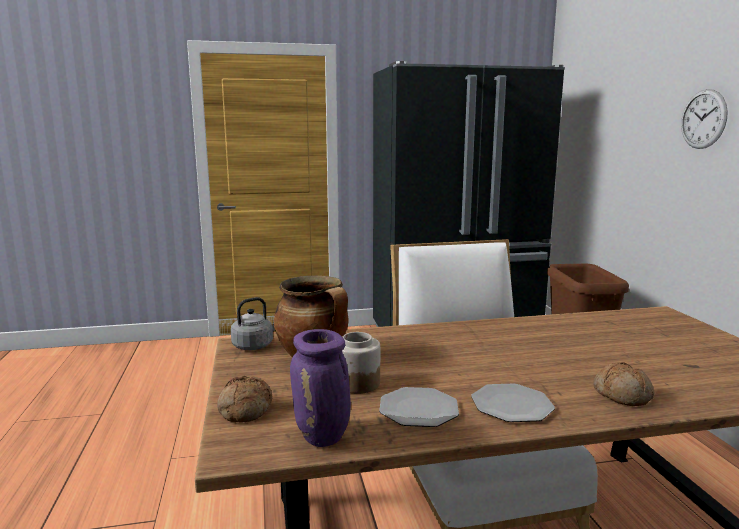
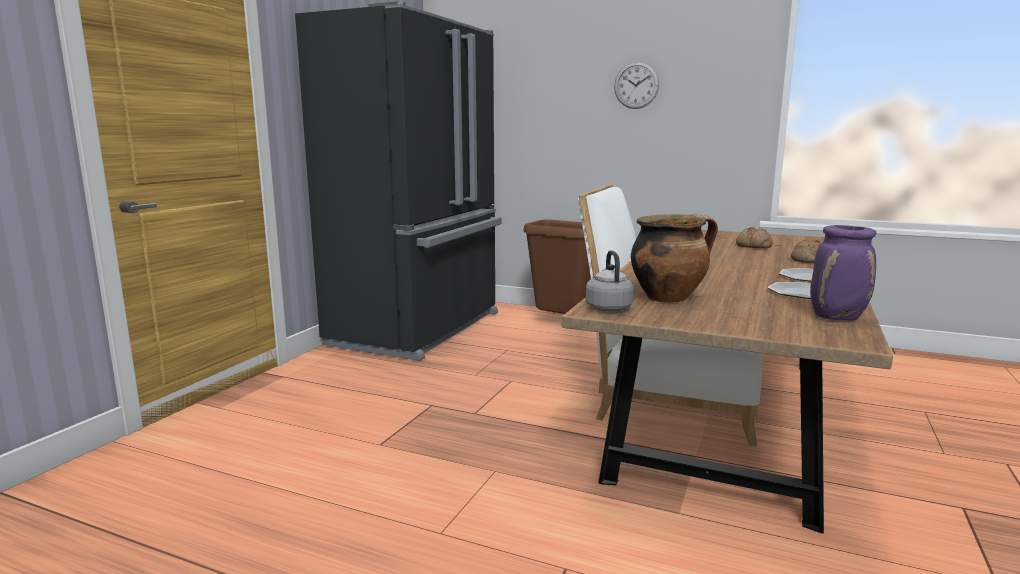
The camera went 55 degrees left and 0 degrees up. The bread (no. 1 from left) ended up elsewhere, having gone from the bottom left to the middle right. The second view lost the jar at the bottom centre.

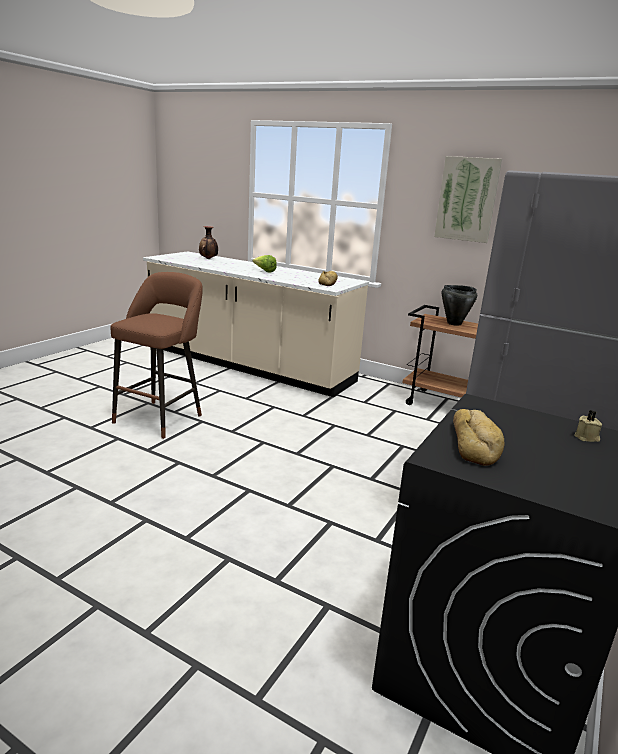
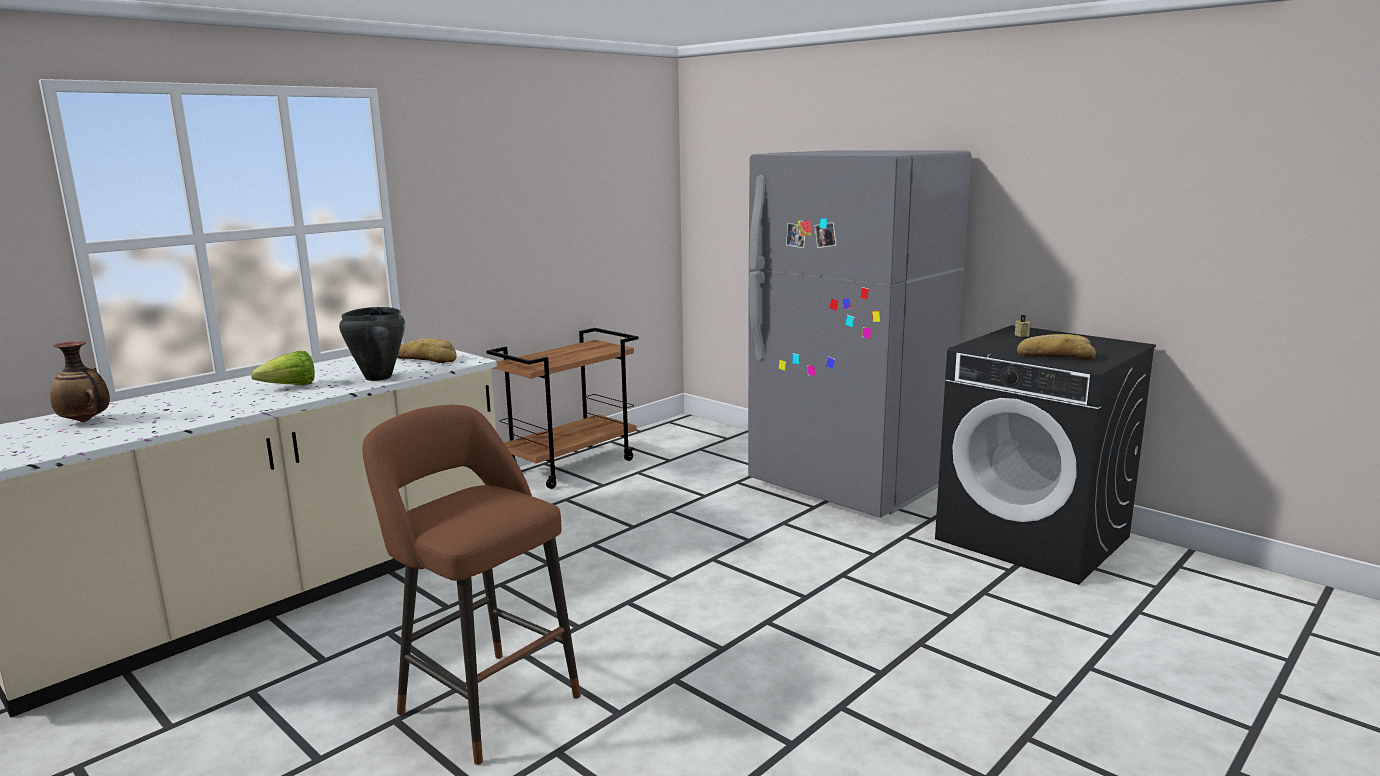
The camera went 75 degrees left and 5 degrees down. The cooking pot (black) ended up elsewhere, having gone from the middle right to the middle left. The second view lost the picture at the top right.

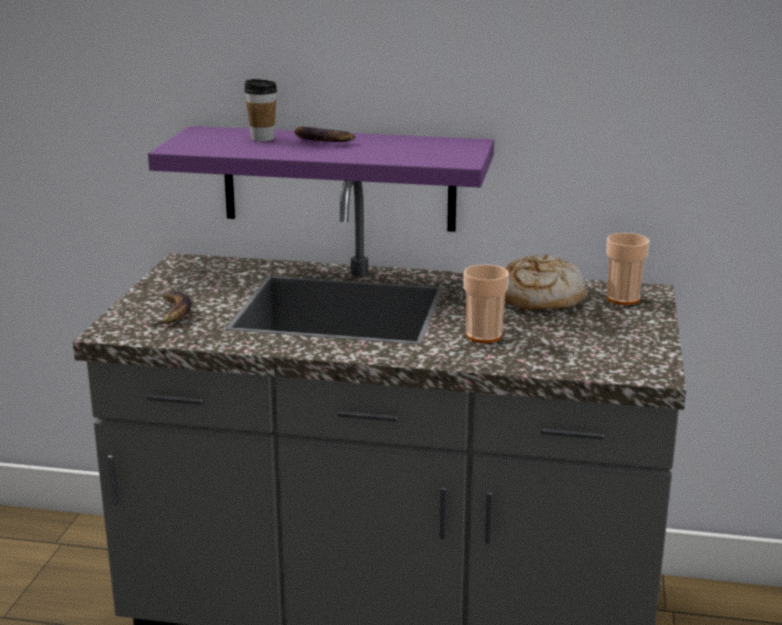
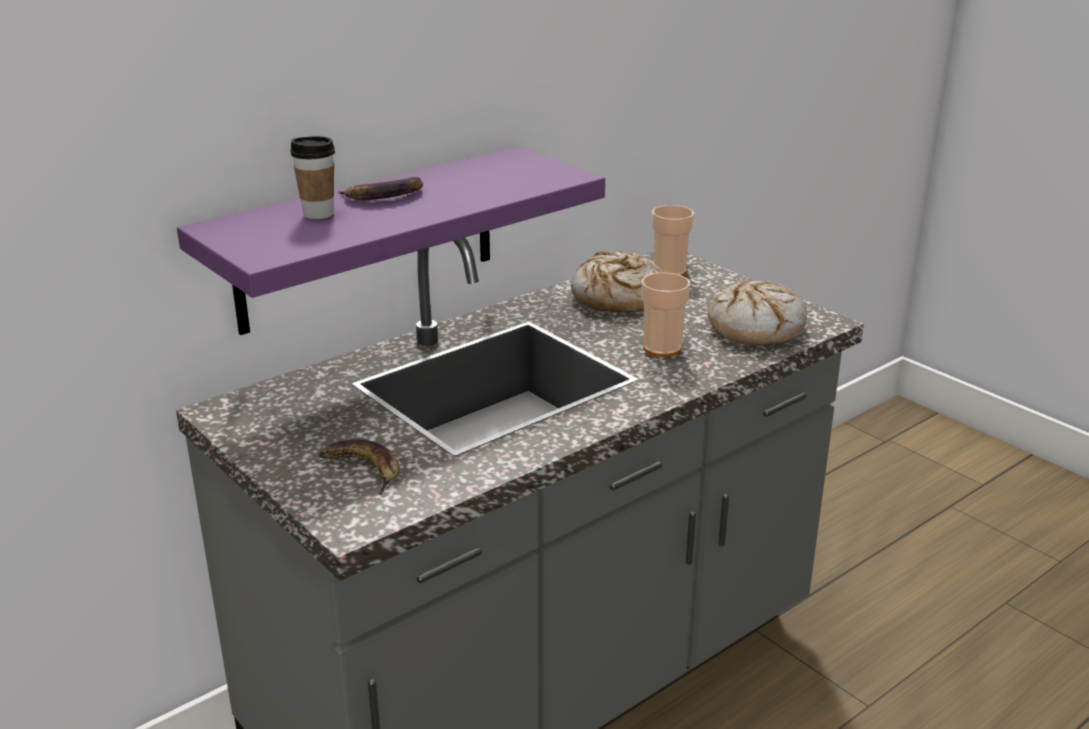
The camera went 50 degrees left and 5 degrees up. The second view gained the bread (no. 2 from left) at the middle right.

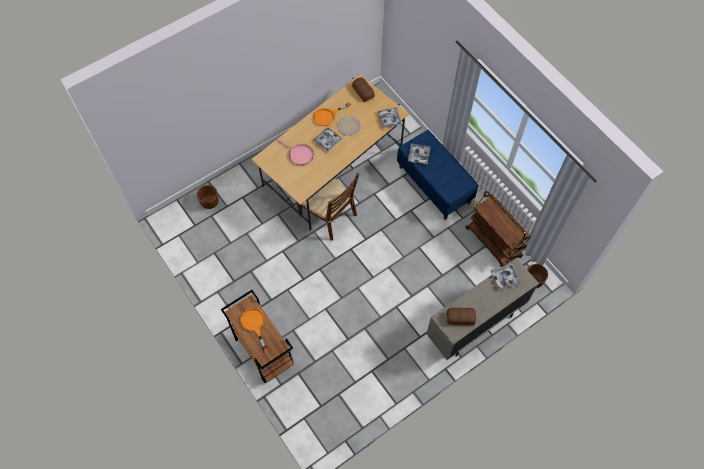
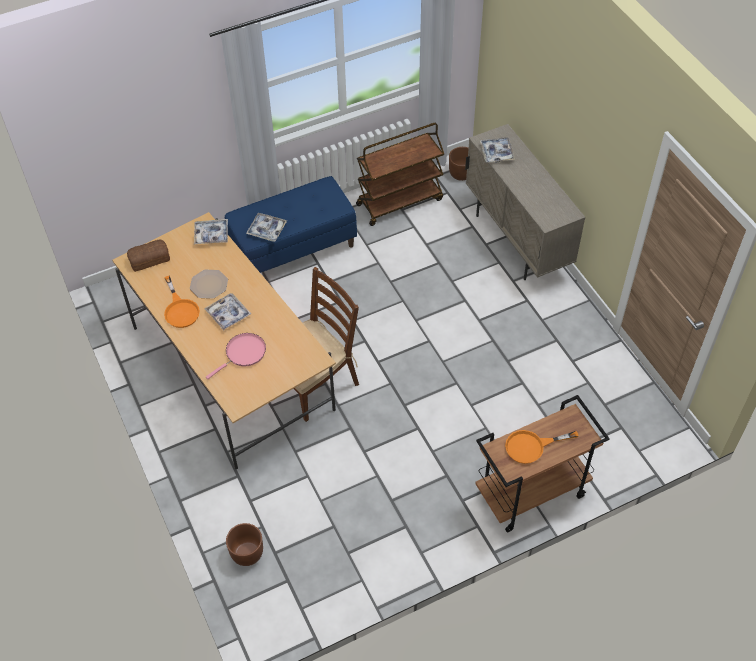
The camera went 80 degrees left and 10 degrees down. The second view lost the bread (no. 2 from left) at the bottom centre.

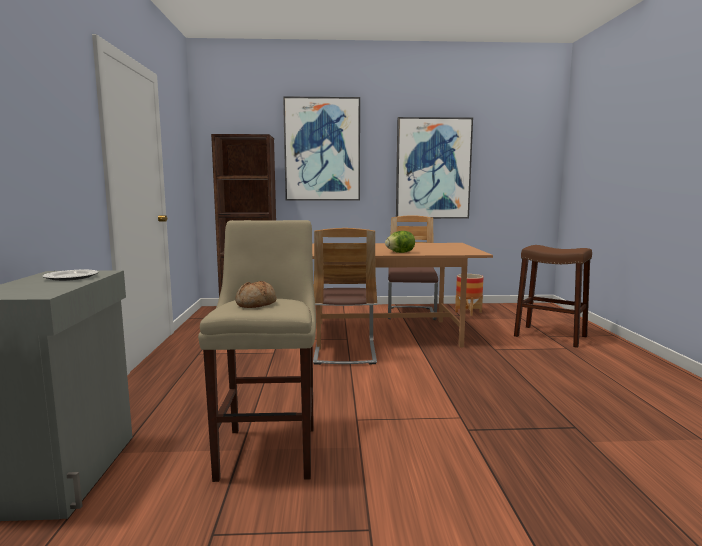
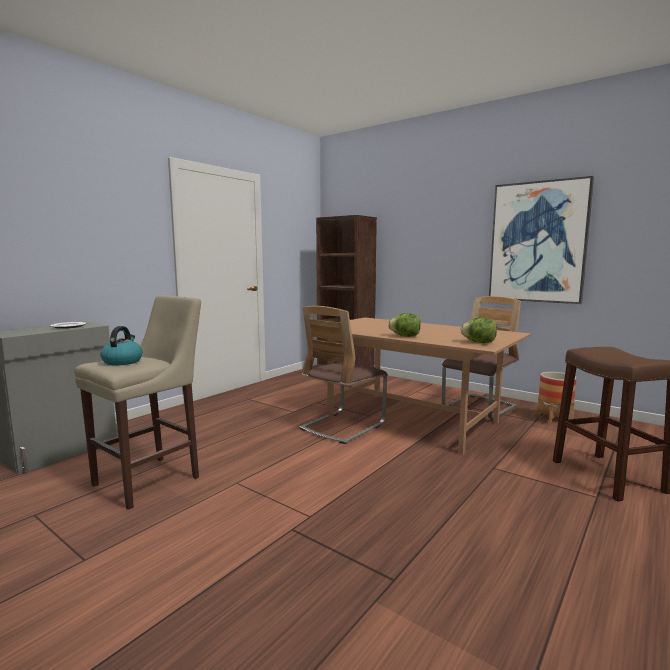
The camera went 40 degrees right and 0 degrees up. Where the bread stood at the centre, the kettle came to stand at the middle left. The second view gained the lettuce (no. 2 from left) at the middle right. The second view lost the picture (no. 1 from left) at the top centre.

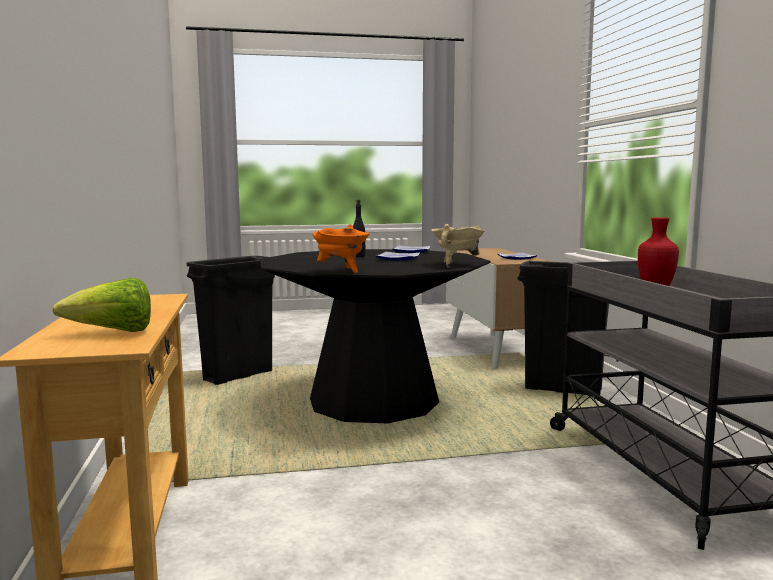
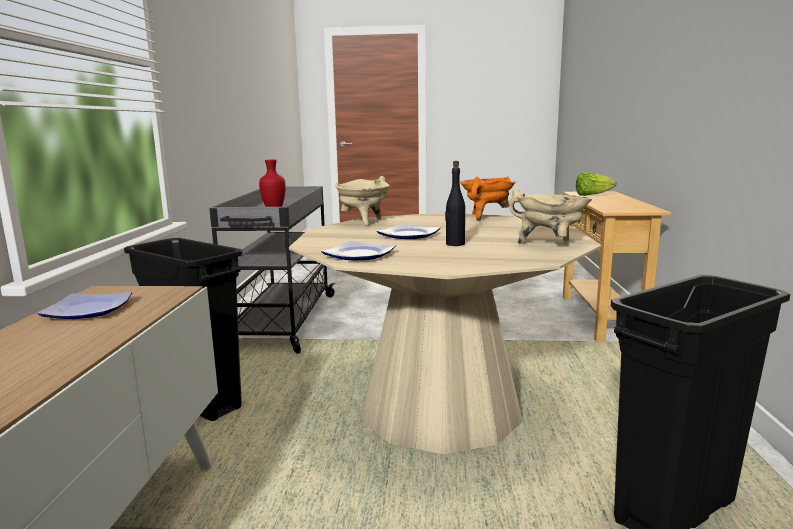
The camera went 165 degrees left and 5 degrees up. What was the dining table (black) at the centre turned into the dining table (beige) at the centre. The second view gained the cooking pot (beige) (no. 2 from left) at the middle right.

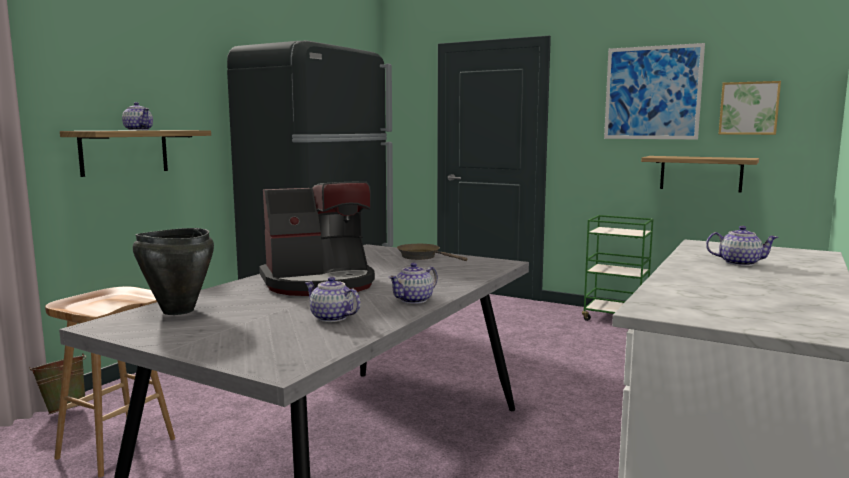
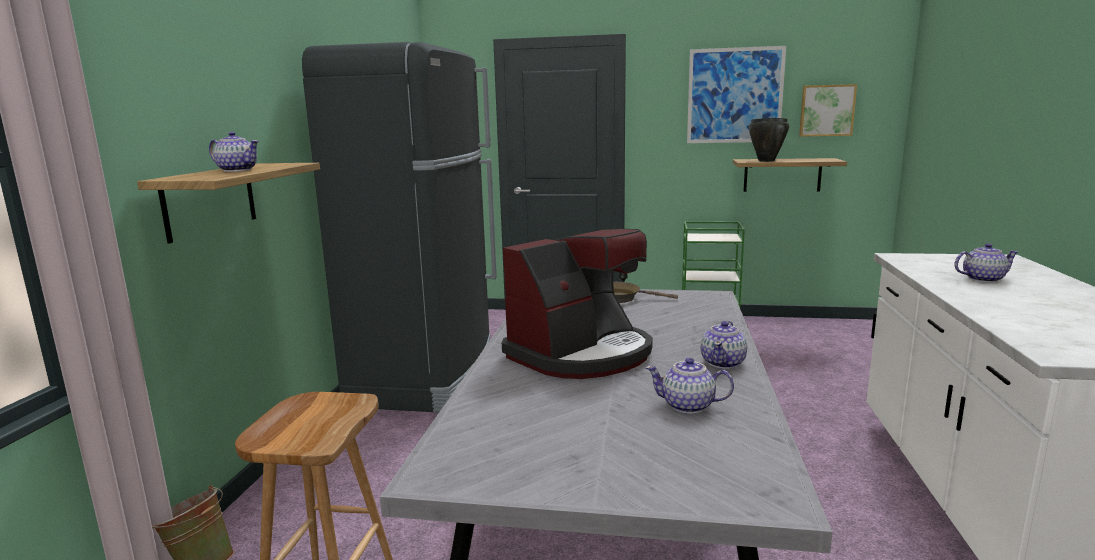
The camera went 20 degrees left and 5 degrees up. The cooking pot (black) ended up elsewhere, having gone from the middle left to the top right.

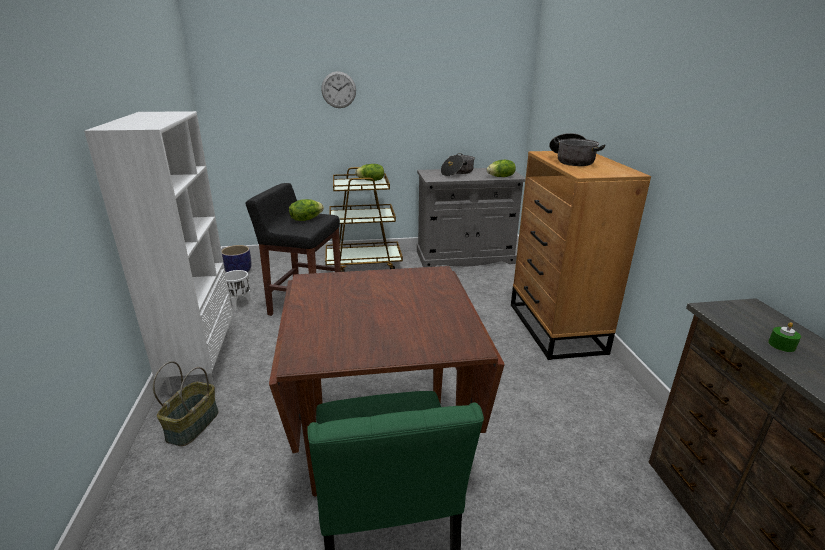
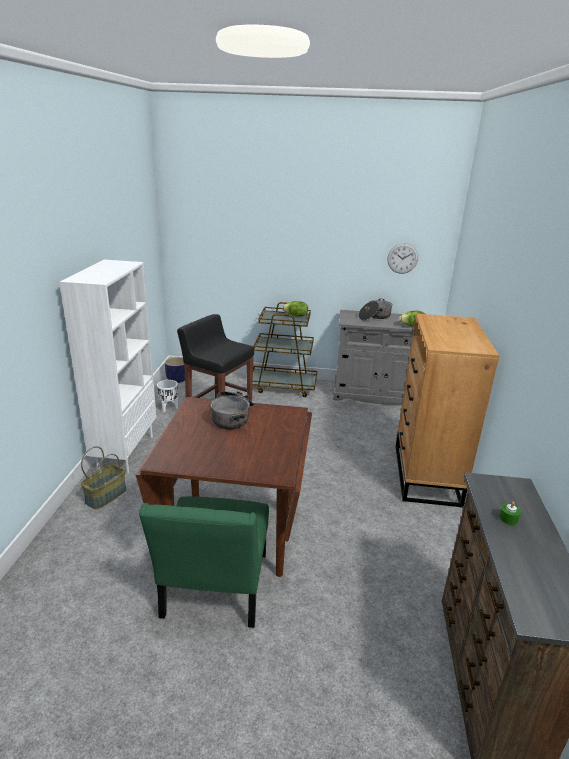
The camera went 15 degrees right and 0 degrees up. The cooking pot (no. 2 from left in the first image) ended up elsewhere, having gone from the top right to the centre. The wall clock ended up elsewhere, having gone from the top centre to the middle right. The second view lost the lettuce (no. 1 from left) at the centre.

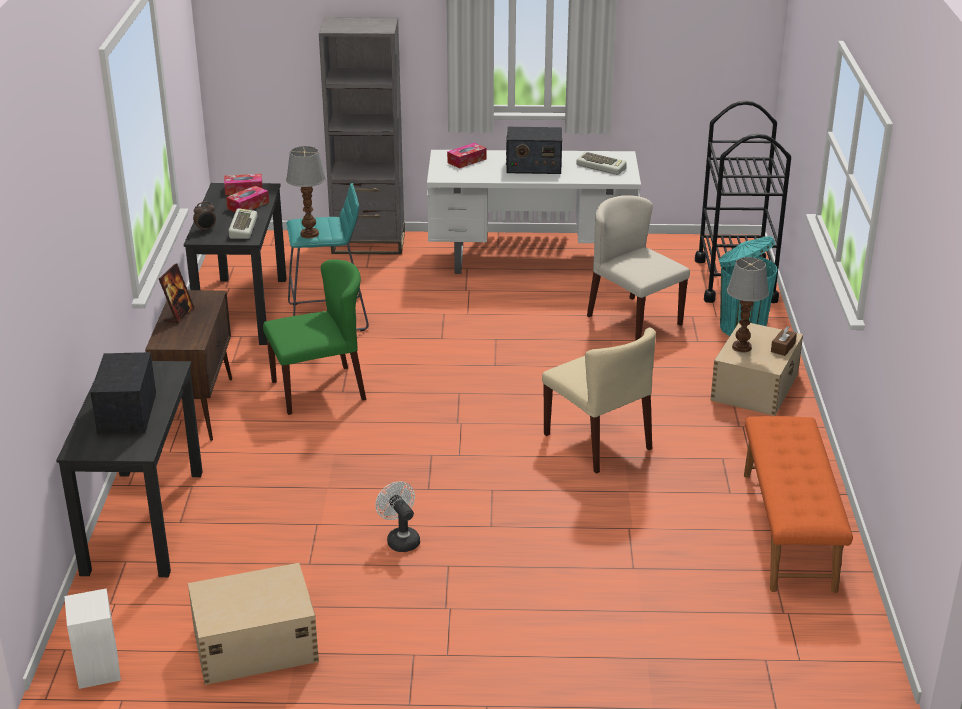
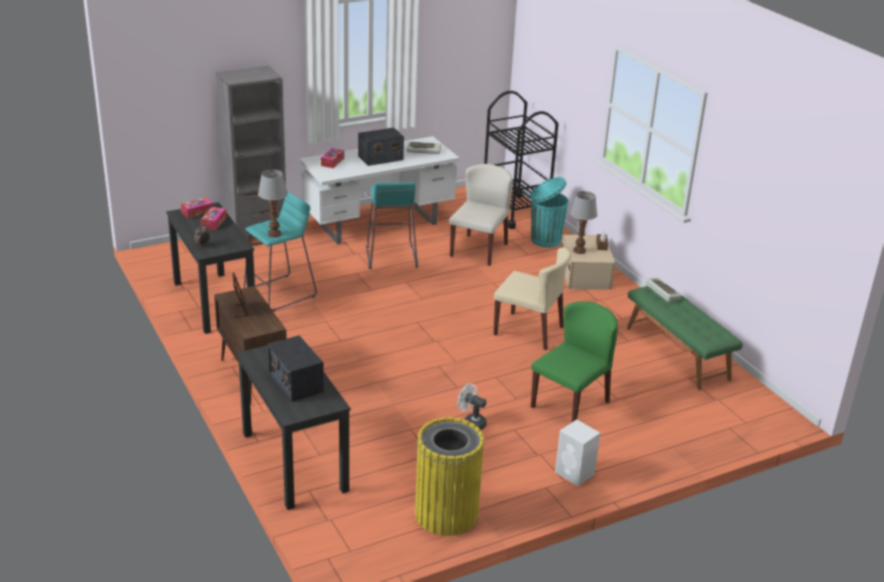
The camera went 30 degrees left and 0 degrees up. The second view gained the stool (turquoise) (no. 2 from left) at the centre. Where the storage box (beige) (no. 1 from left) stood at the bottom left, the trash can (yellow) came to stand at the bottom centre. The chair (beige) (no. 2 from left in the first image) at the centre ended up facing another way, 90 degrees clockwise from before. The chair (green) ended up elsewhere, having gone from the middle left to the centre. The speaker (white) ended up elsewhere, having gone from the bottom left to the bottom centre. What was the bench (orange) at the bottom right turned into the bench (green) at the middle right. The keyboard (no. 1 from left in the first image) ended up elsewhere, having gone from the top left to the middle right.

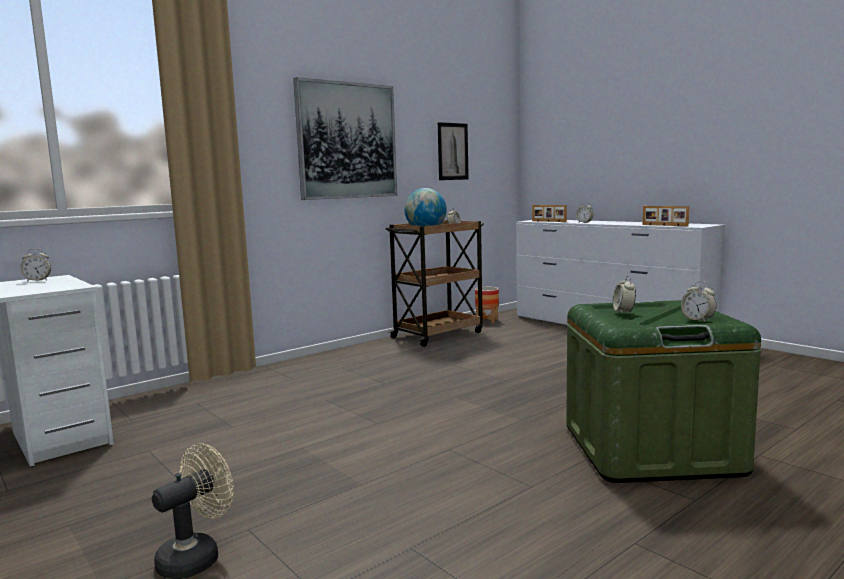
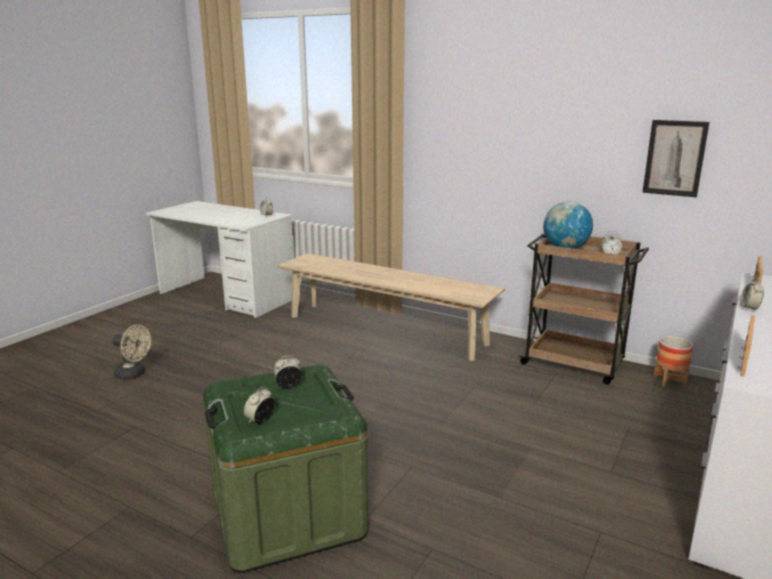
The camera went 70 degrees right and 10 degrees up. The second view gained the bench (beige) at the centre. The second view lost the picture (no. 1 from left) at the top centre.

